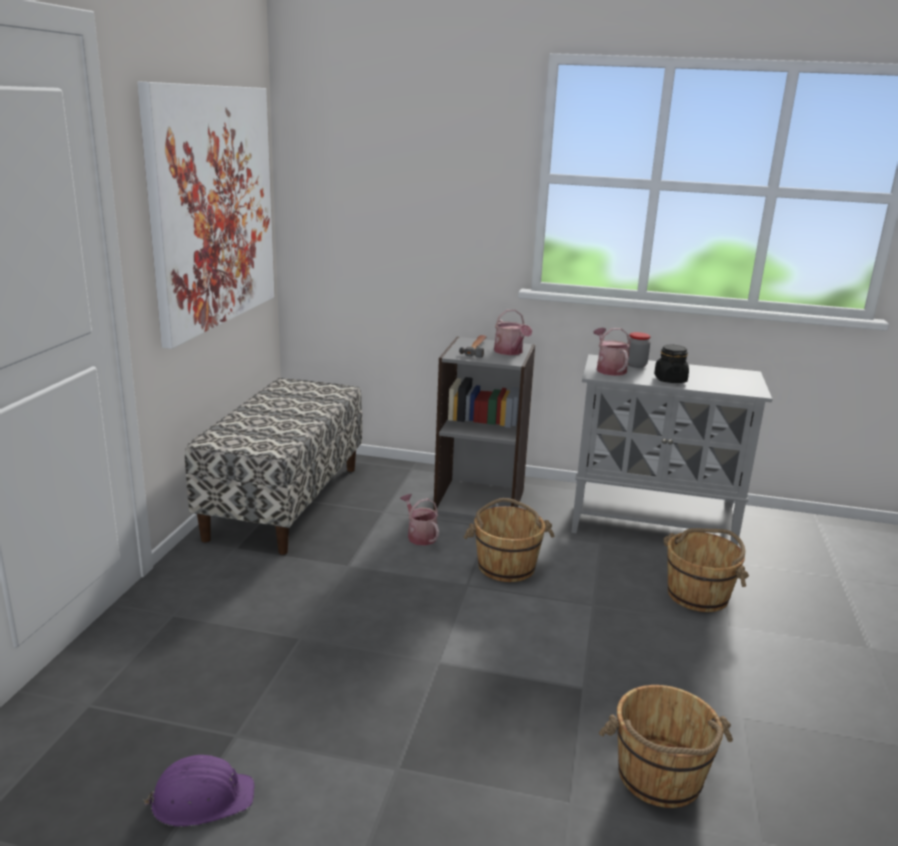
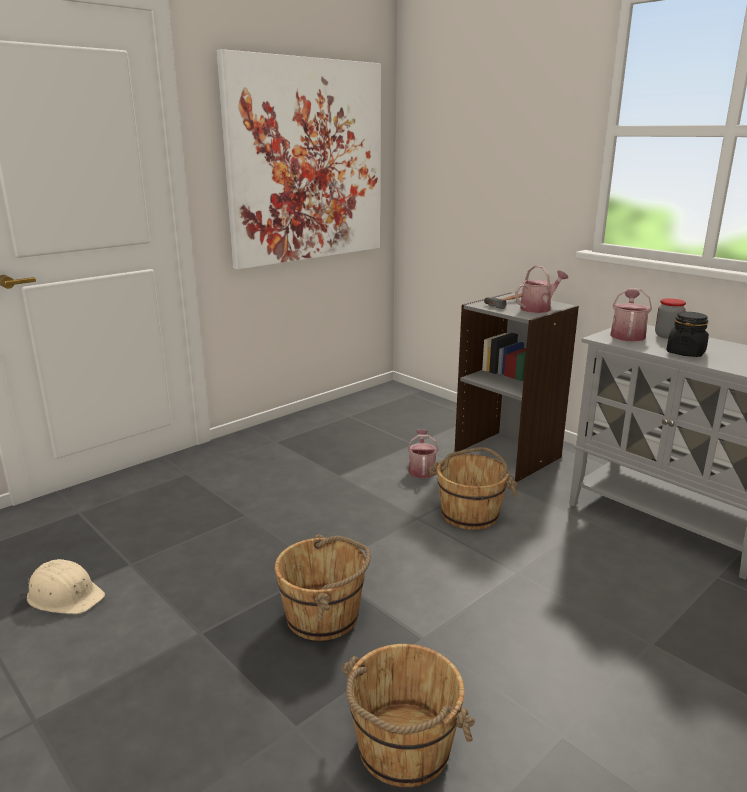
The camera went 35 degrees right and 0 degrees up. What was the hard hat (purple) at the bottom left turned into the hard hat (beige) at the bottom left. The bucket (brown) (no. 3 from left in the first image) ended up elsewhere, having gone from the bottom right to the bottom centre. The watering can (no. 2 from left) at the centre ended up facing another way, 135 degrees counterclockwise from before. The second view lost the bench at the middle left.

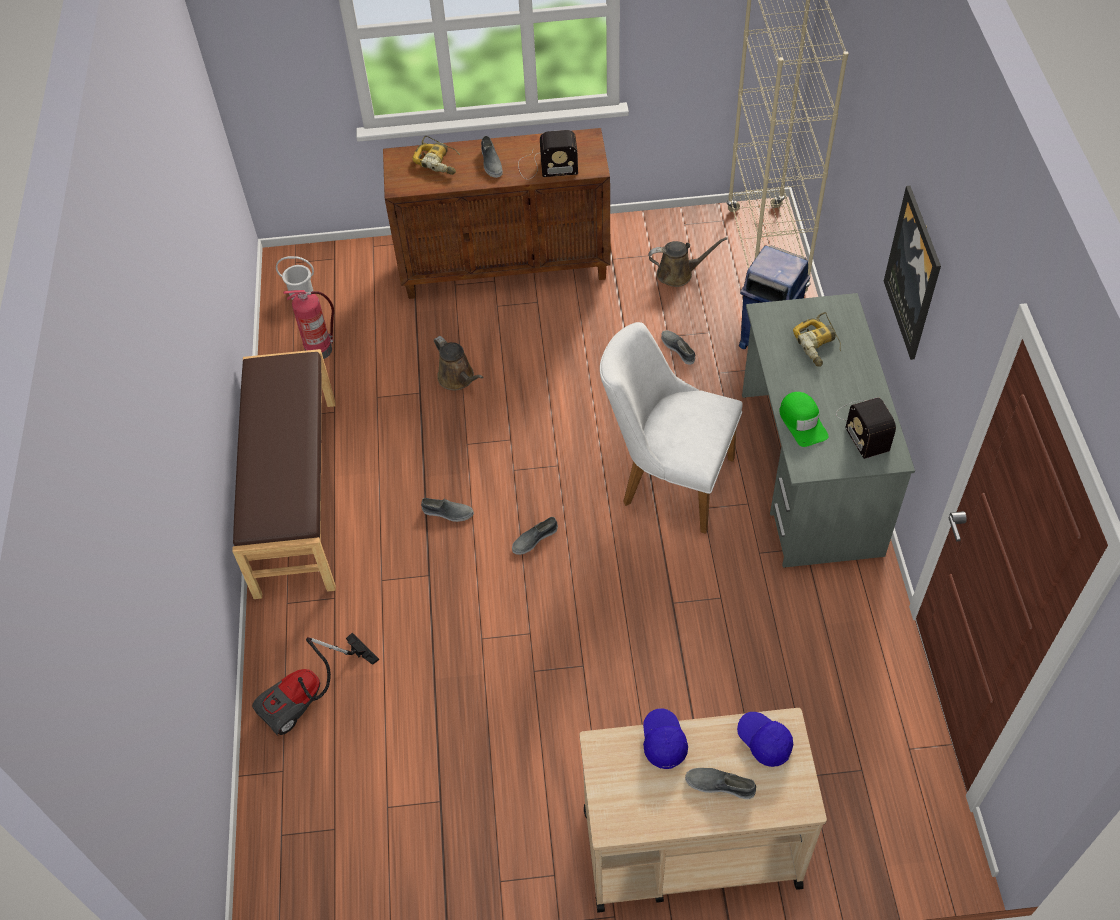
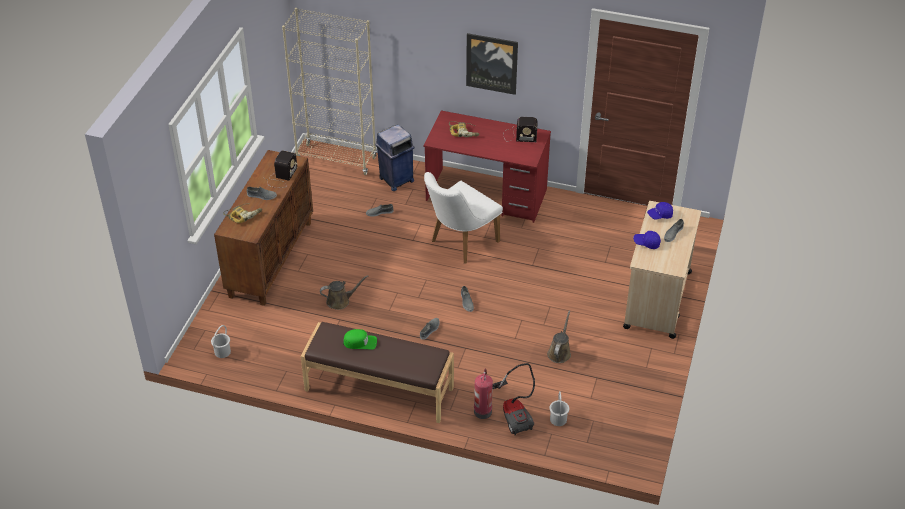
The camera went 70 degrees left and 10 degrees down. The cap (green) ended up elsewhere, having gone from the middle right to the centre. What was the desk (grey) at the middle right turned into the desk (red) at the top centre. The fire extinguisher ended up elsewhere, having gone from the middle left to the bottom centre. The watering can (brown) (no. 2 from left) ended up elsewhere, having gone from the top centre to the centre. The second view gained the bucket (white) (no. 2 from left) at the bottom centre.

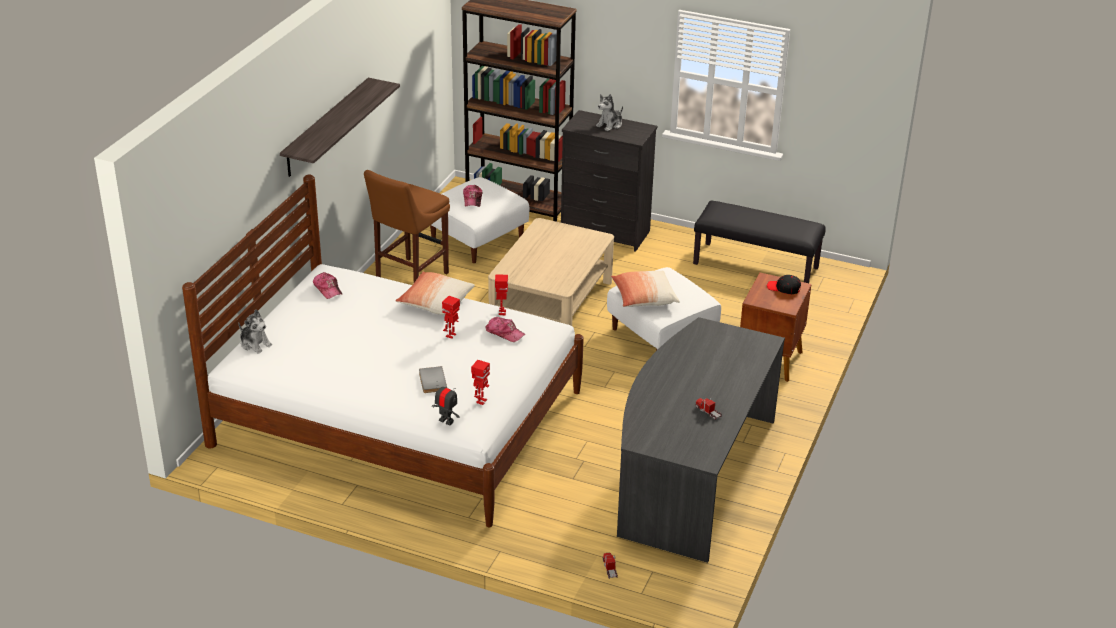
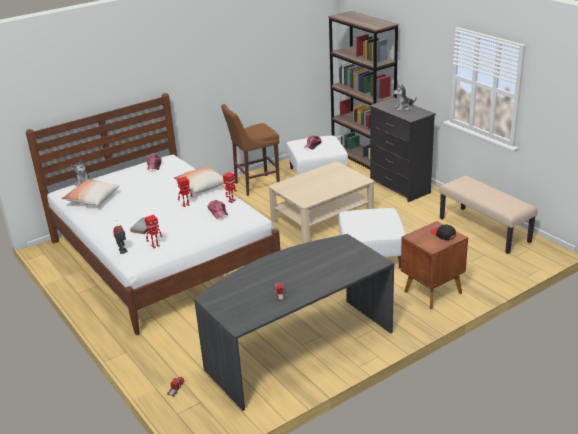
The camera went 35 degrees right and 5 degrees down. The pillow (no. 2 from left in the first image) ended up elsewhere, having gone from the centre to the middle left. What was the bench (black) at the middle right turned into the bench (beige) at the middle right. The second view lost the shelf at the top left.

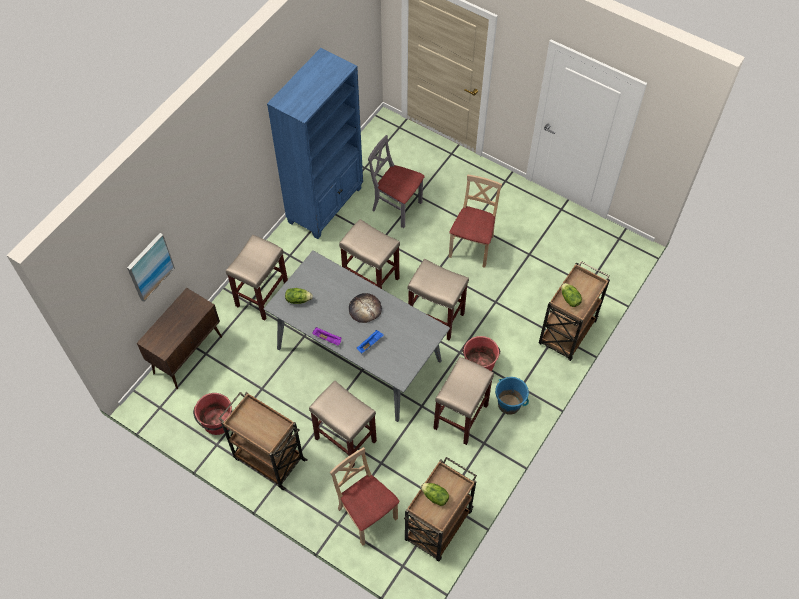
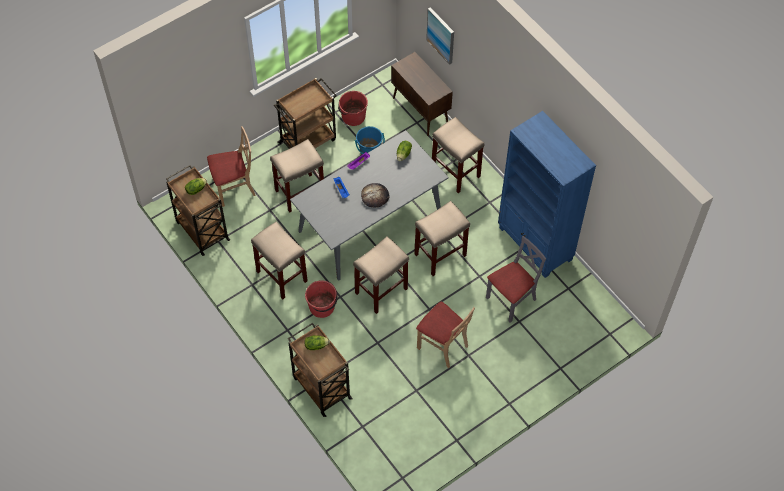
The camera went 110 degrees right and 0 degrees up. The bucket (blue) ended up elsewhere, having gone from the centre to the top centre.

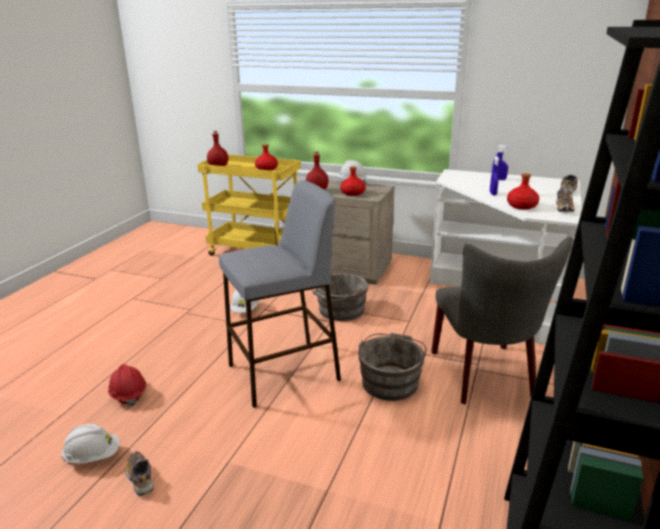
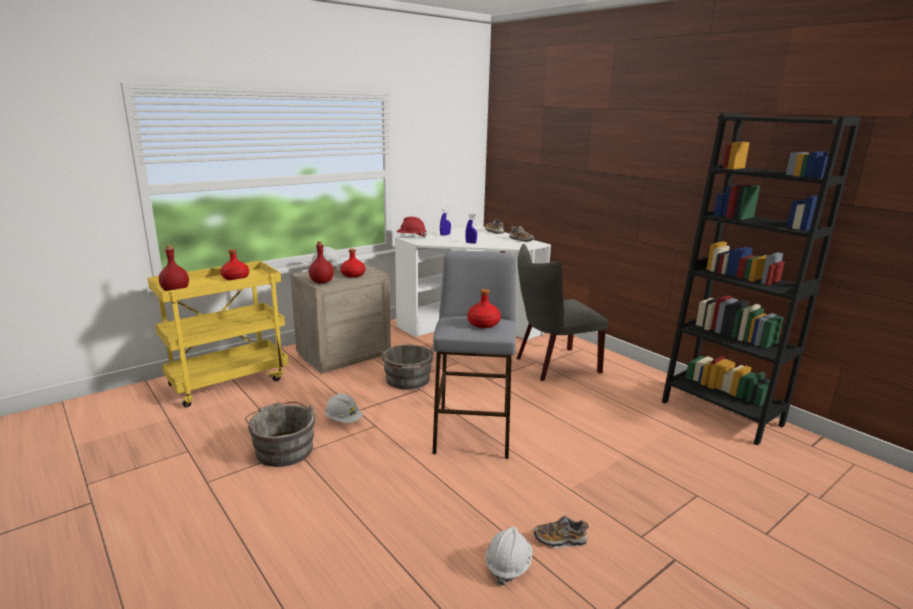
The camera went 60 degrees left and 5 degrees down. The bucket (grey) (no. 2 from left in the first image) ended up elsewhere, having gone from the bottom centre to the bottom left. The hard hat (red) ended up elsewhere, having gone from the bottom left to the centre. The bottle (red) (no. 5 from left) ended up elsewhere, having gone from the middle right to the centre. The chair (grey) at the middle right ended up facing another way, 135 degrees clockwise from before.

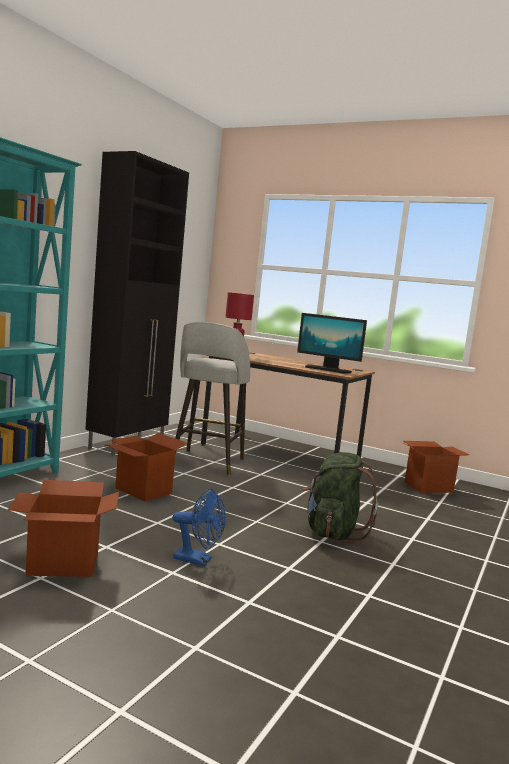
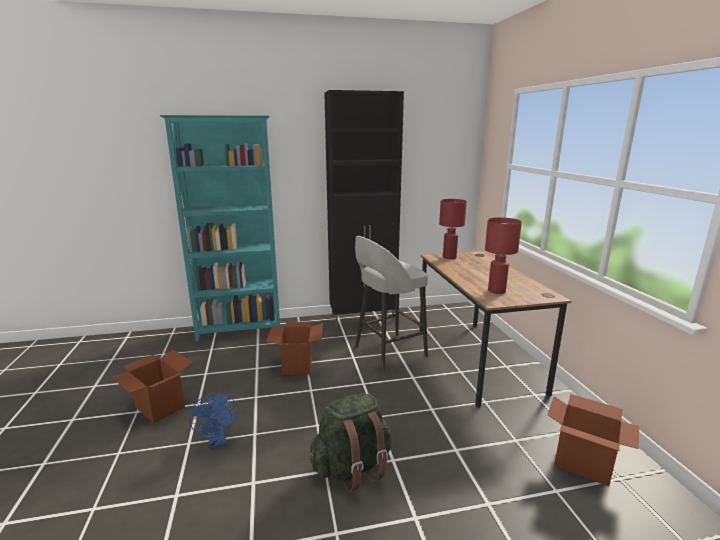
The camera went 50 degrees right and 10 degrees up. Where the monitor stood at the centre, the table lamp (red) (no. 2 from left) came to stand at the middle right.

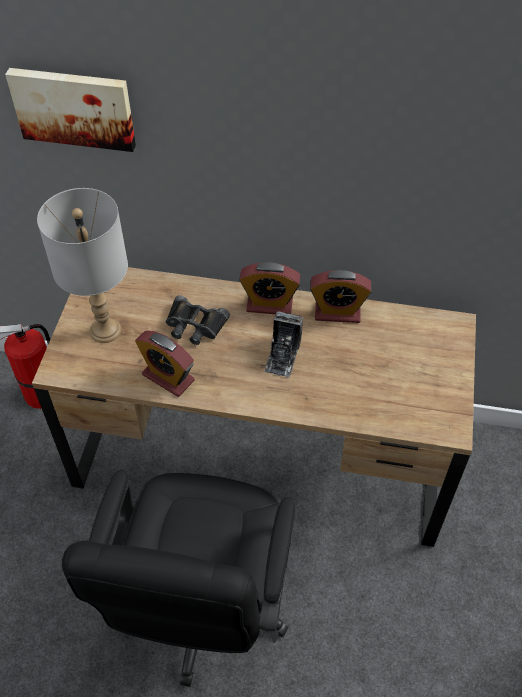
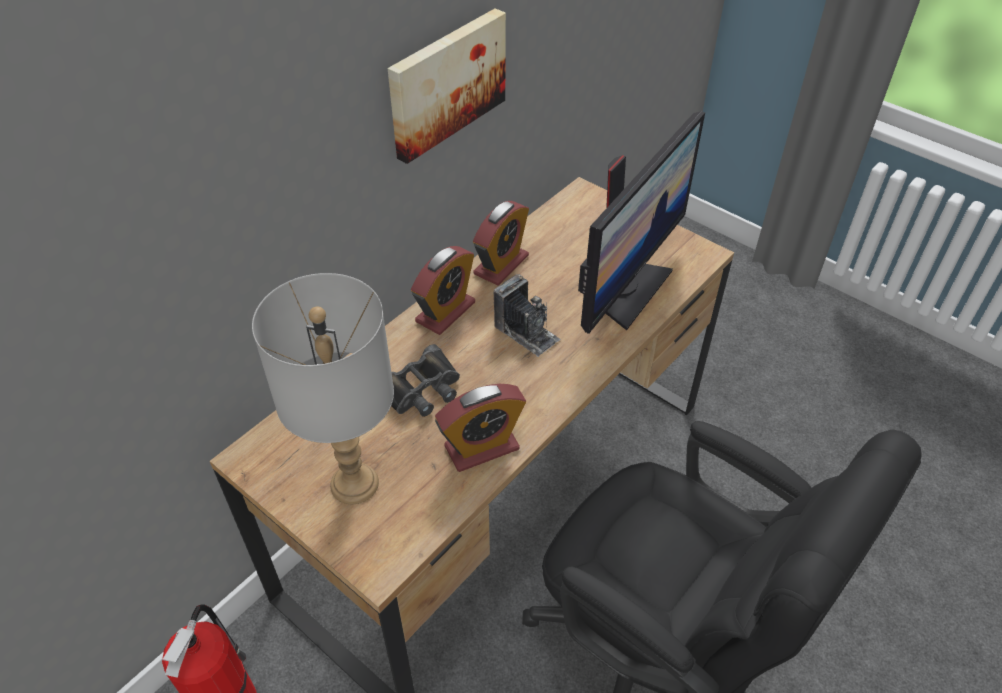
The camera went 60 degrees left and 5 degrees down. The picture ended up elsewhere, having gone from the top left to the top centre. The second view gained the monitor at the top centre.

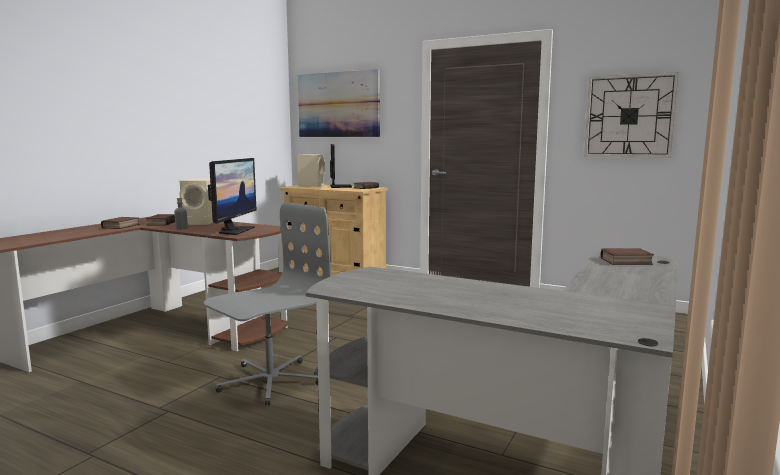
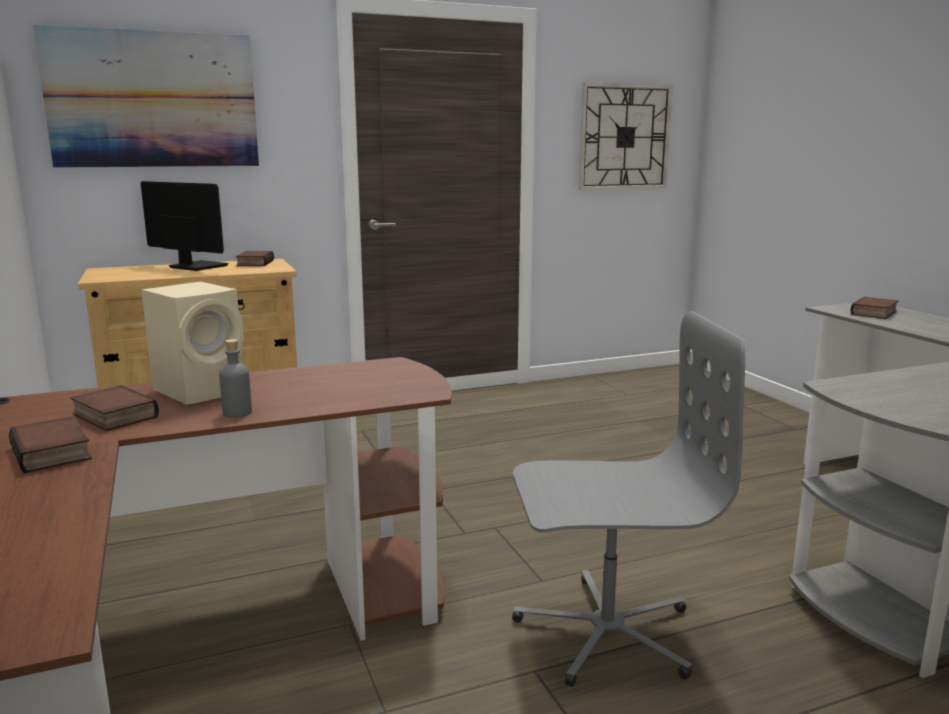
The camera went 50 degrees left and 5 degrees up. The office chair (grey) at the centre ended up facing another way, 90 degrees clockwise from before. The second view lost the monitor (no. 1 from left) at the middle left. The second view lost the speaker (beige) (no. 2 from left) at the centre.

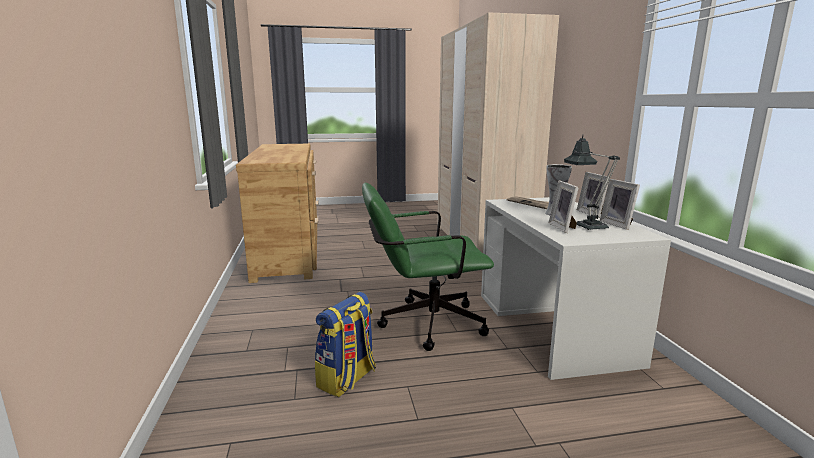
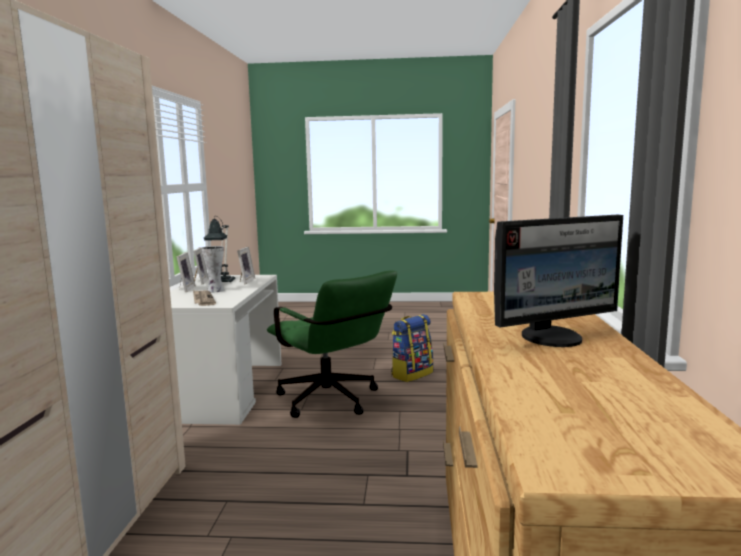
The camera went 165 degrees left and 5 degrees down. The office chair (green) at the centre ended up facing another way, 45 degrees clockwise from before. The second view gained the monitor at the middle right.

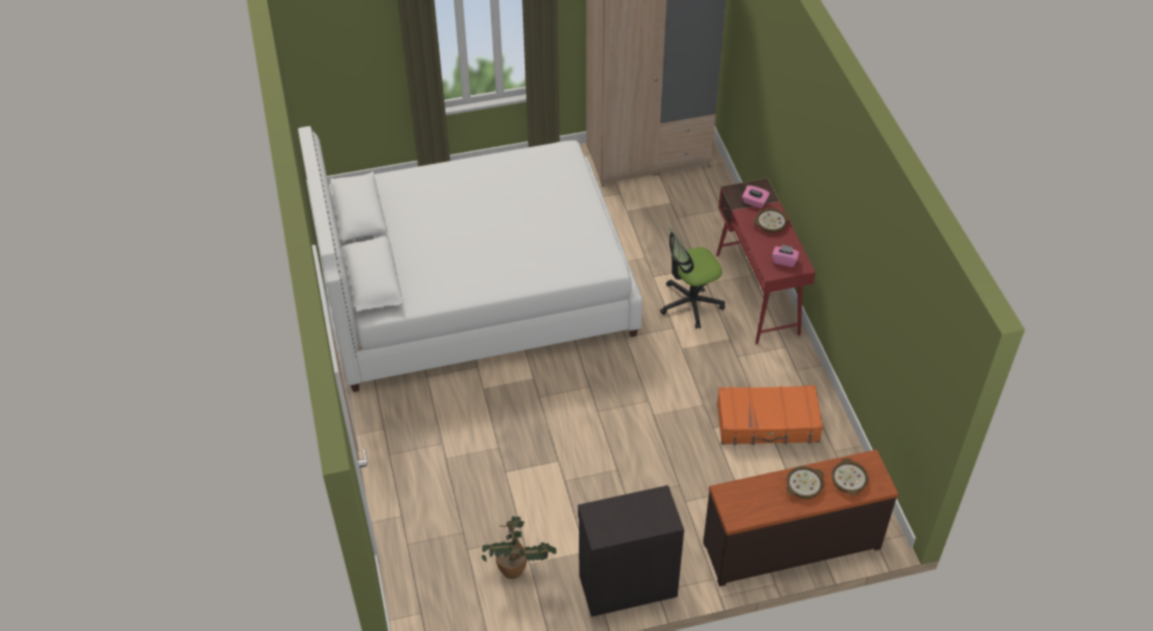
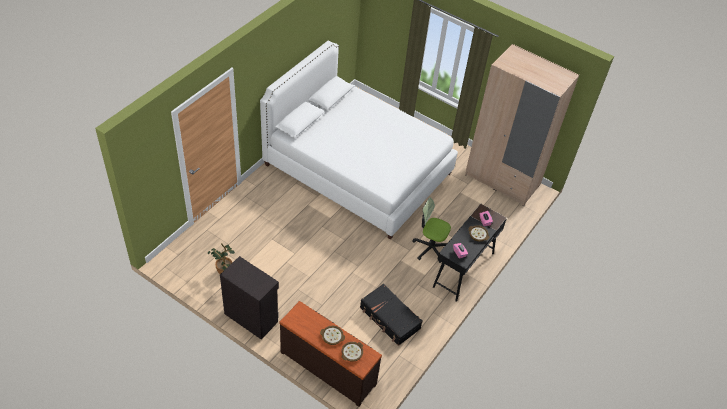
The camera went 45 degrees right and 0 degrees up. What was the suitcase (orange) at the middle right turned into the suitcase (black) at the bottom centre. What was the desk (red) at the centre turned into the desk (black) at the centre.

